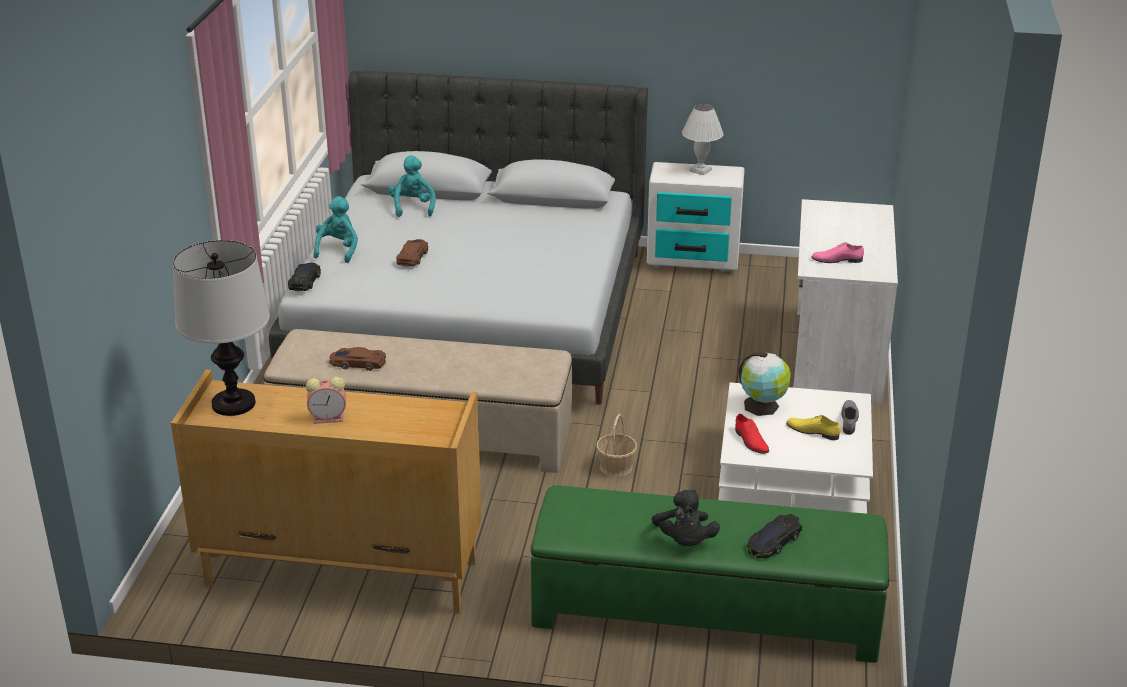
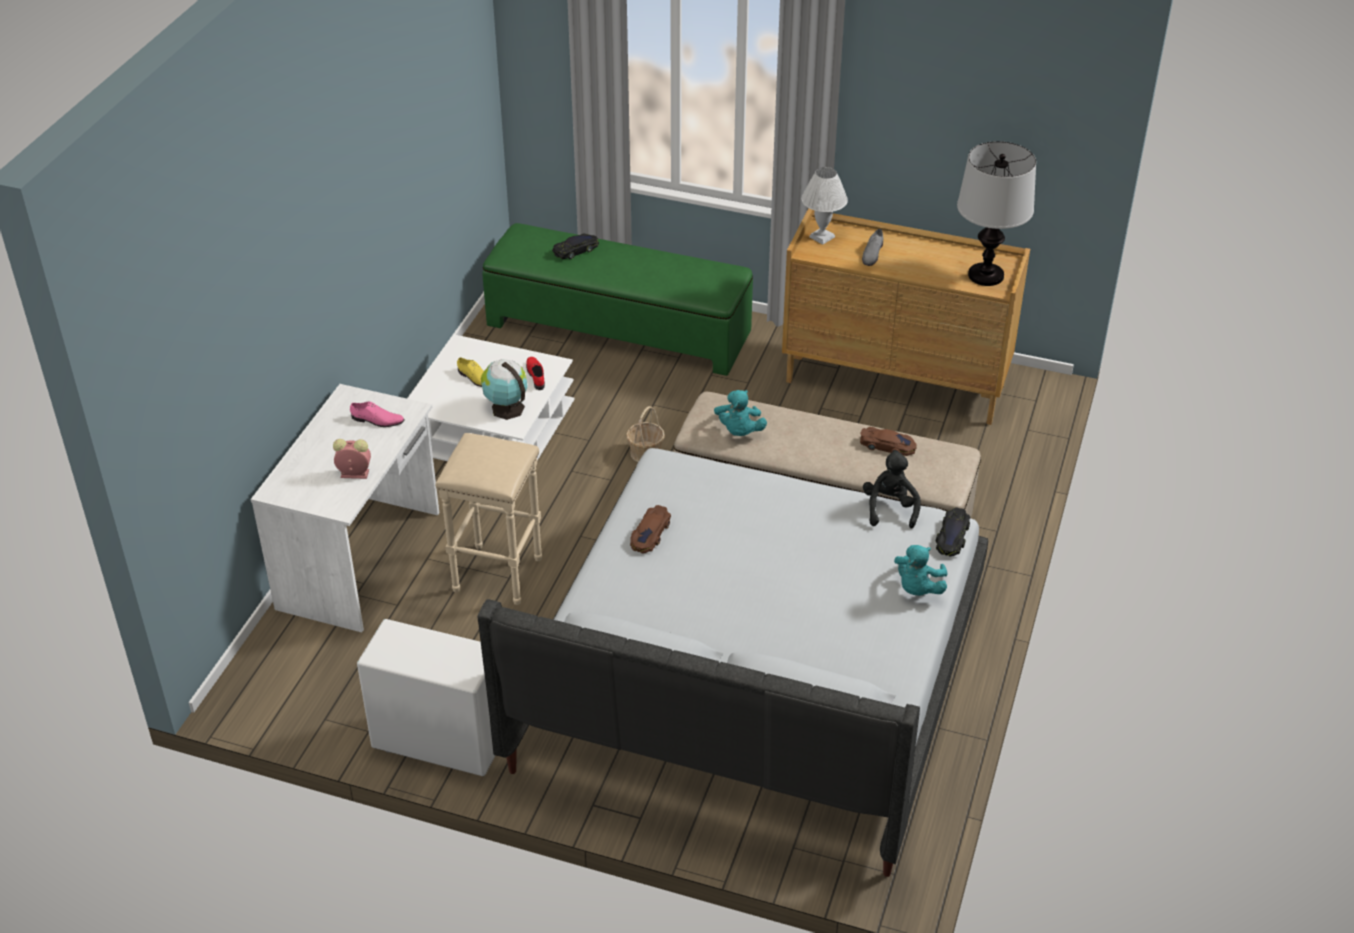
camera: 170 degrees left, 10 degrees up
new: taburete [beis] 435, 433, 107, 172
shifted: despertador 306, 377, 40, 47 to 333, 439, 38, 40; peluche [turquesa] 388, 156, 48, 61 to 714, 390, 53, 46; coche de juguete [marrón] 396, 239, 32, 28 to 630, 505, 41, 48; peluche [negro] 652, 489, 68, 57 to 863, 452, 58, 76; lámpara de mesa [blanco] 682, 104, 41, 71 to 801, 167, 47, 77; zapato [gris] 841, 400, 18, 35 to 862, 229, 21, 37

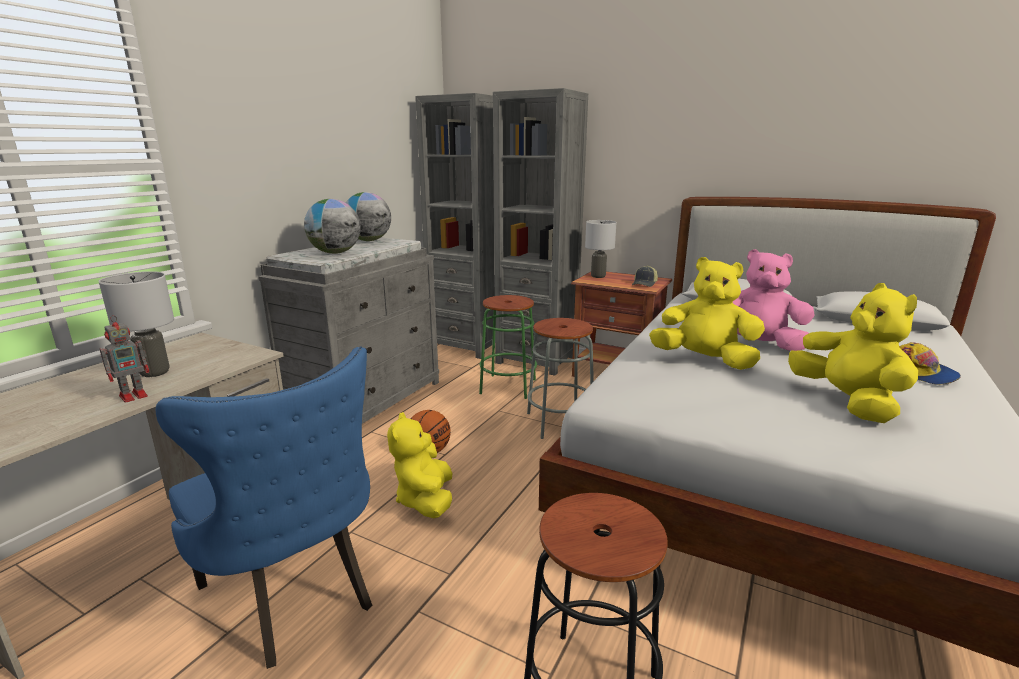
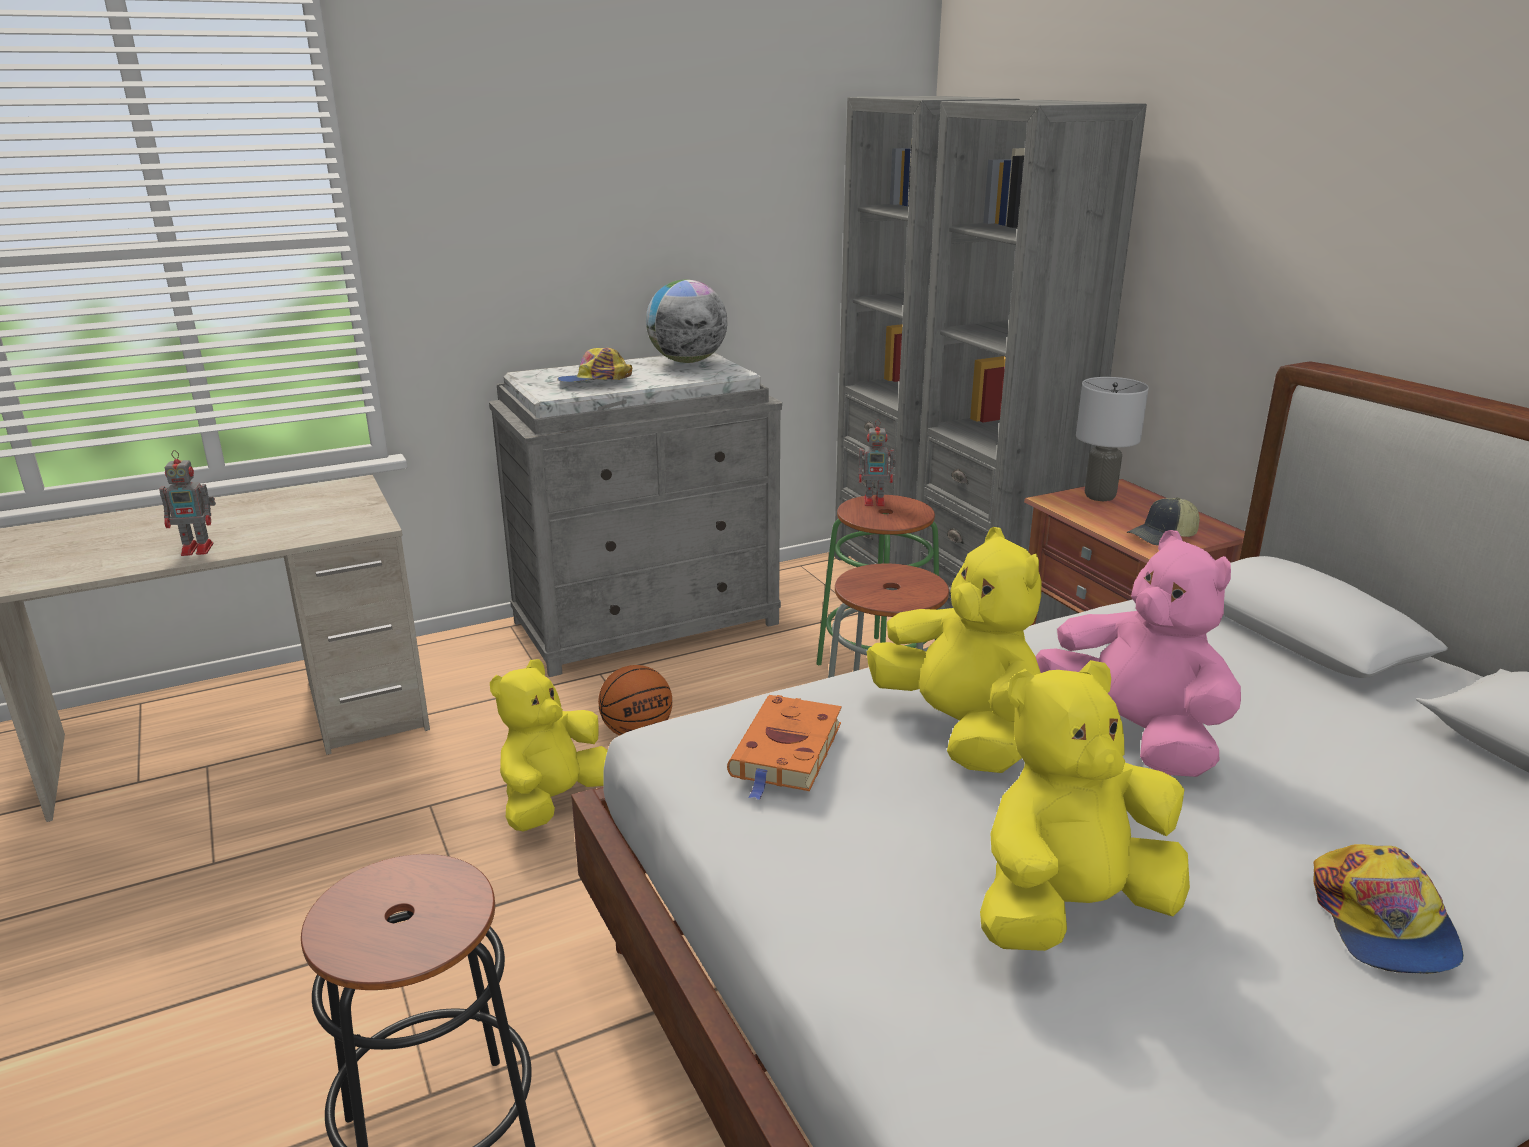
camera: 35 degrees right, 5 degrees up
gone: lámpara de mesa [blanco] 99, 271, 75, 106; silla [azul] 156, 346, 216, 323
new: libro [naranja] 727, 695, 115, 105; robot de juguete 859, 420, 37, 86
swapped: globo terráqueo 304, 199, 57, 55 to gorra 557, 348, 75, 34
rotated: peluche [amarillo] 788, 283, 130, 140 = 980, 660, 210, 291 135 degrees counterclockwise

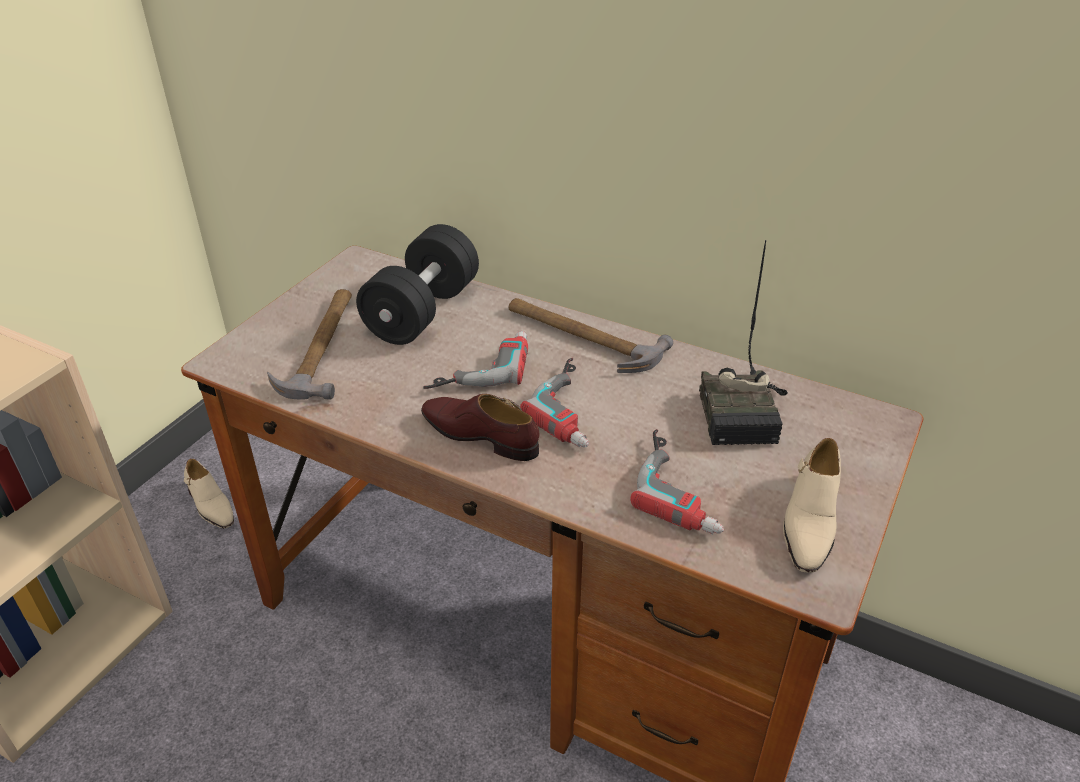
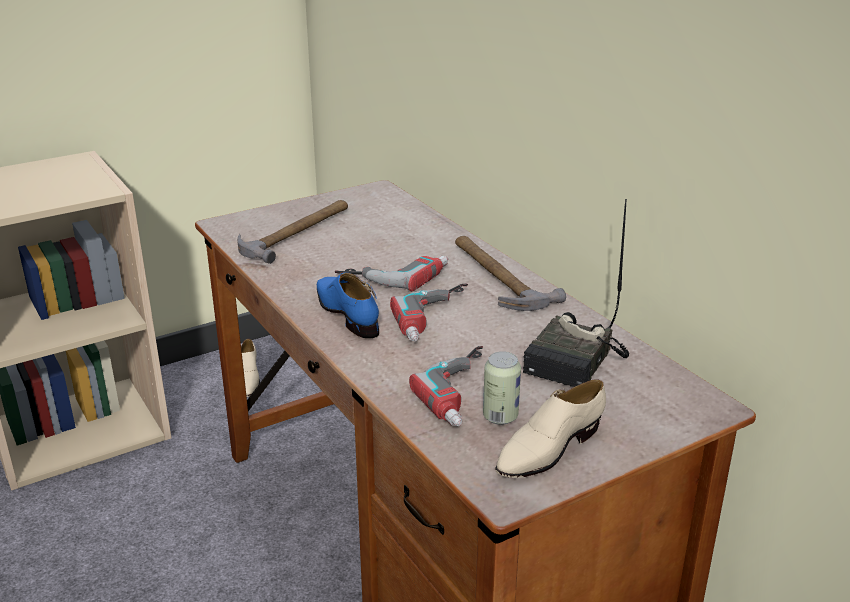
camera: 30 degrees right, 10 degrees down
gone: mancuerna [negro] 356, 224, 123, 121
new: lata 483, 351, 38, 74
repainted: zapato [marrón] 421, 394, 119, 67 to zapato [azul] 317, 272, 62, 66

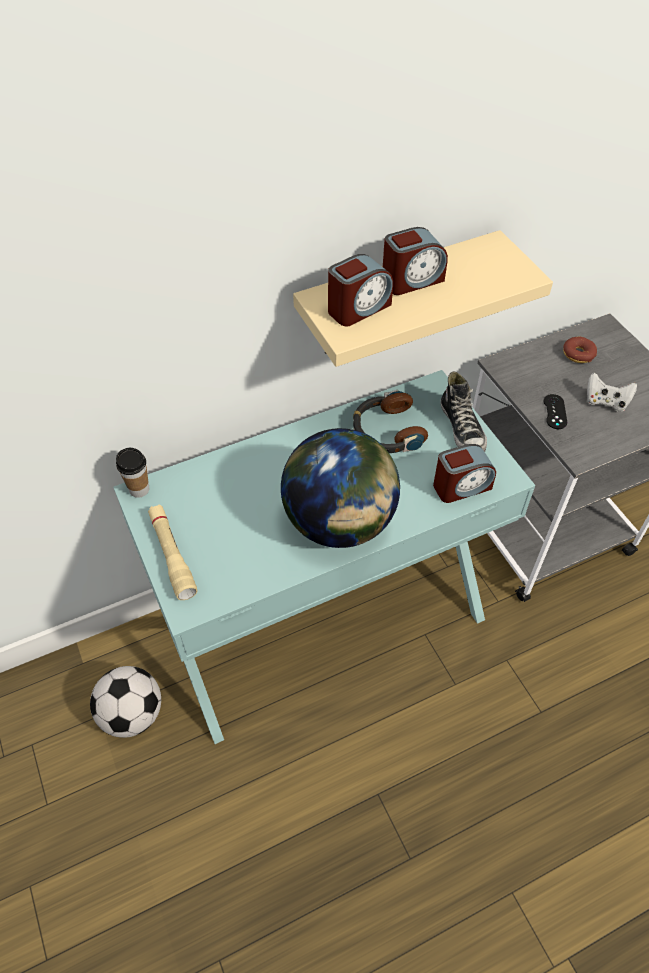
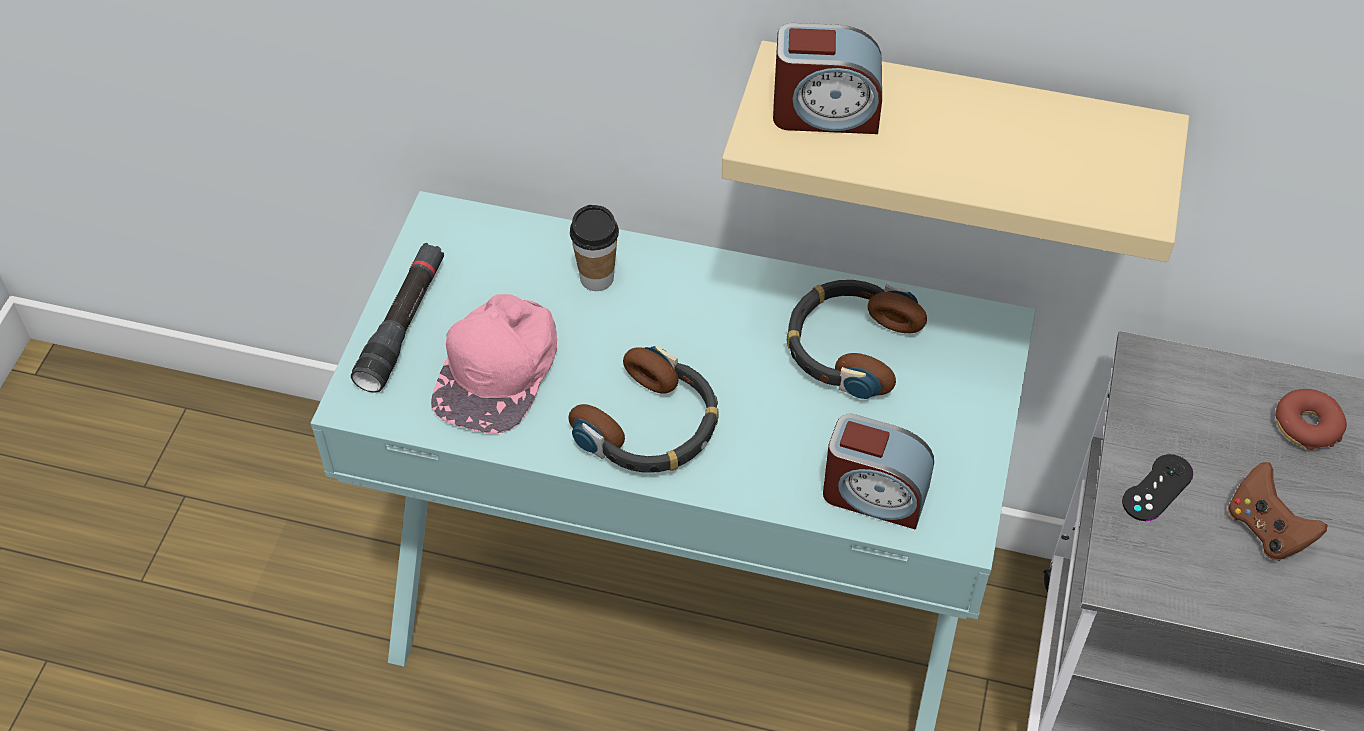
camera: 40 degrees right, 0 degrees up
gone: balón de fútbol 90, 666, 71, 72; despertador 383, 227, 65, 68; zapato 440, 372, 47, 80
new: gorra [rosa] 431, 294, 126, 139
shifted: taza 116, 448, 34, 50 to 570, 205, 49, 86
swapped: globo terráqueo 281, 428, 119, 120 to auriculares 568, 346, 151, 126
repainted: linterna [beis] 148, 505, 49, 95 to linterna [negro] 351, 243, 93, 150; mando de consola [blanco] 587, 373, 50, 39 to mando de consola [marrón] 1228, 462, 100, 99

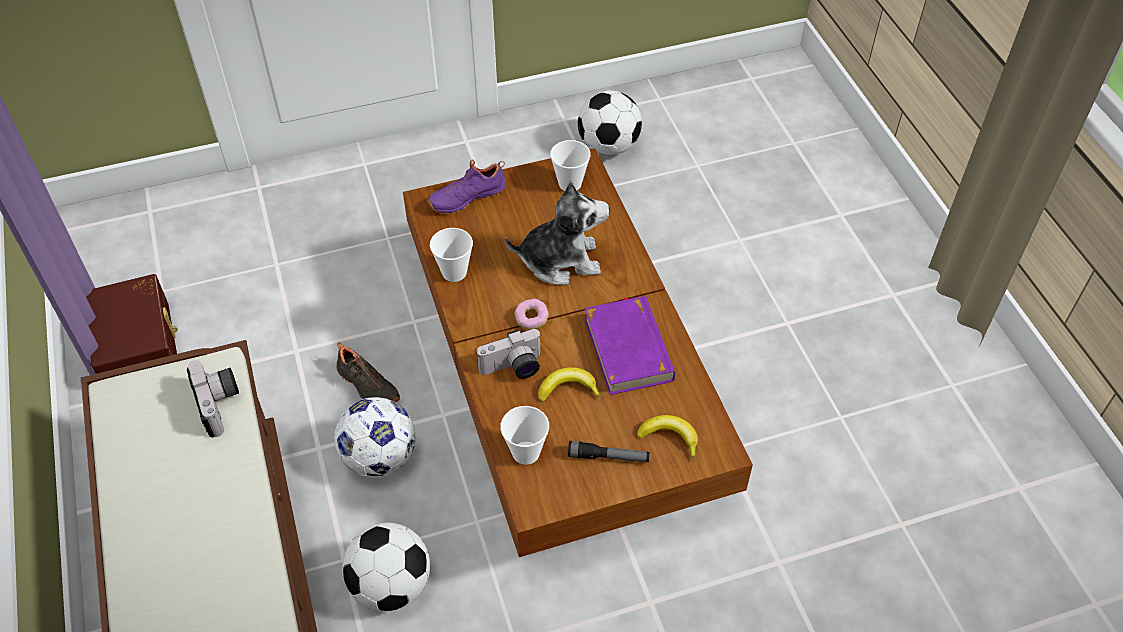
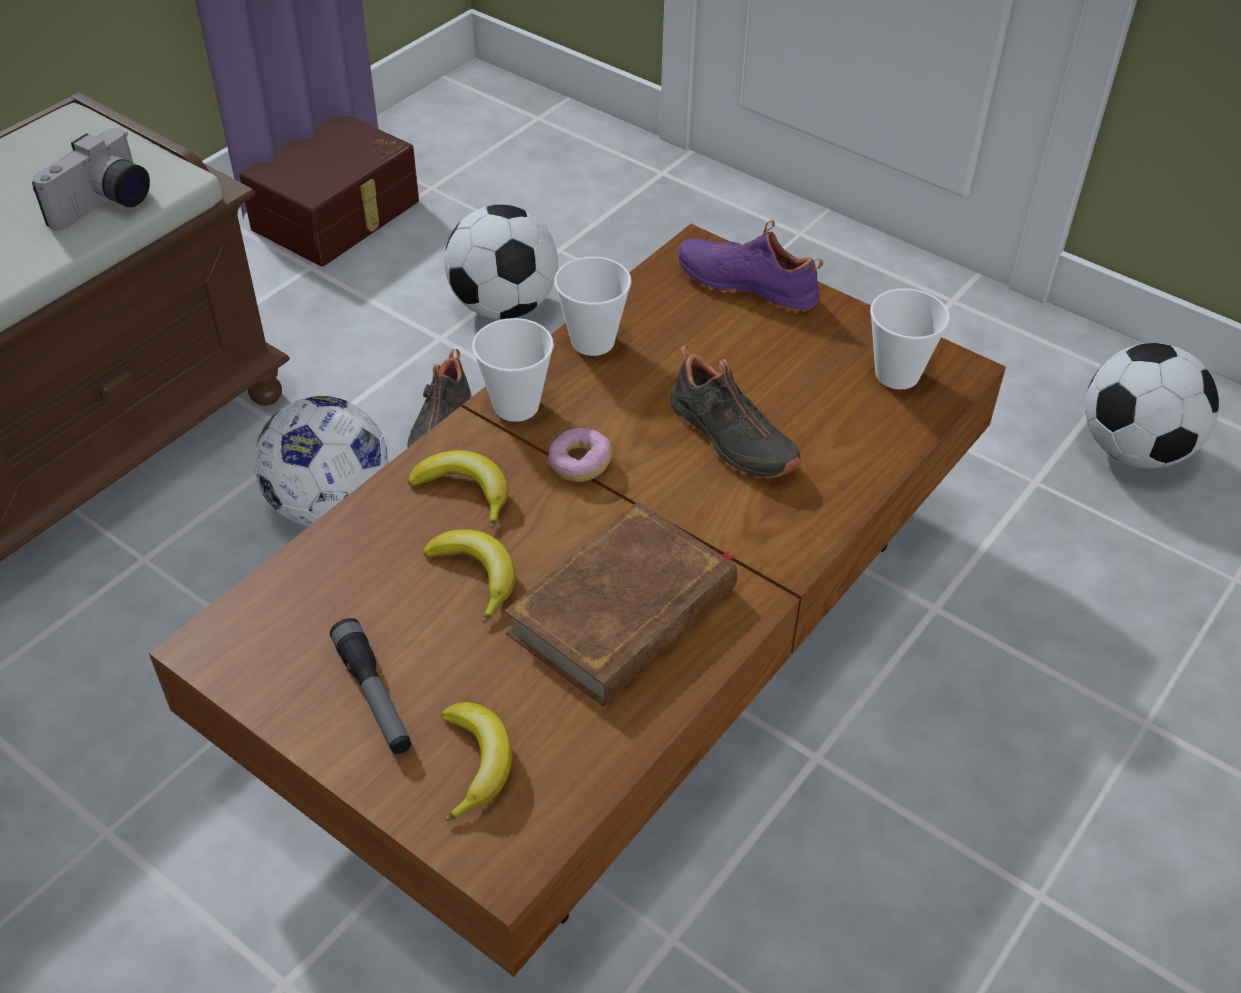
camera: 55 degrees right, 5 degrees down
shifted: balón de fútbol 342, 523, 88, 88 to 444, 205, 114, 114; taza 500, 406, 49, 59 to 472, 318, 82, 104
swapped: cámara 477, 329, 65, 50 to plátano 408, 450, 100, 78; peluche 505, 180, 105, 105 to zapato [negro] 670, 345, 131, 133
repainted: libro [morado] 584, 296, 91, 99 to libro [marrón] 504, 502, 233, 204

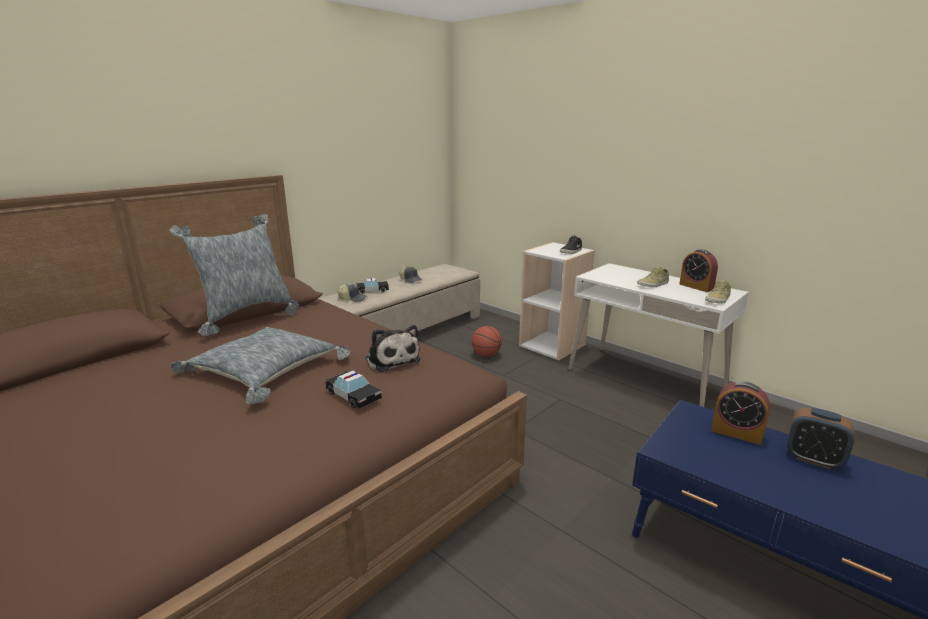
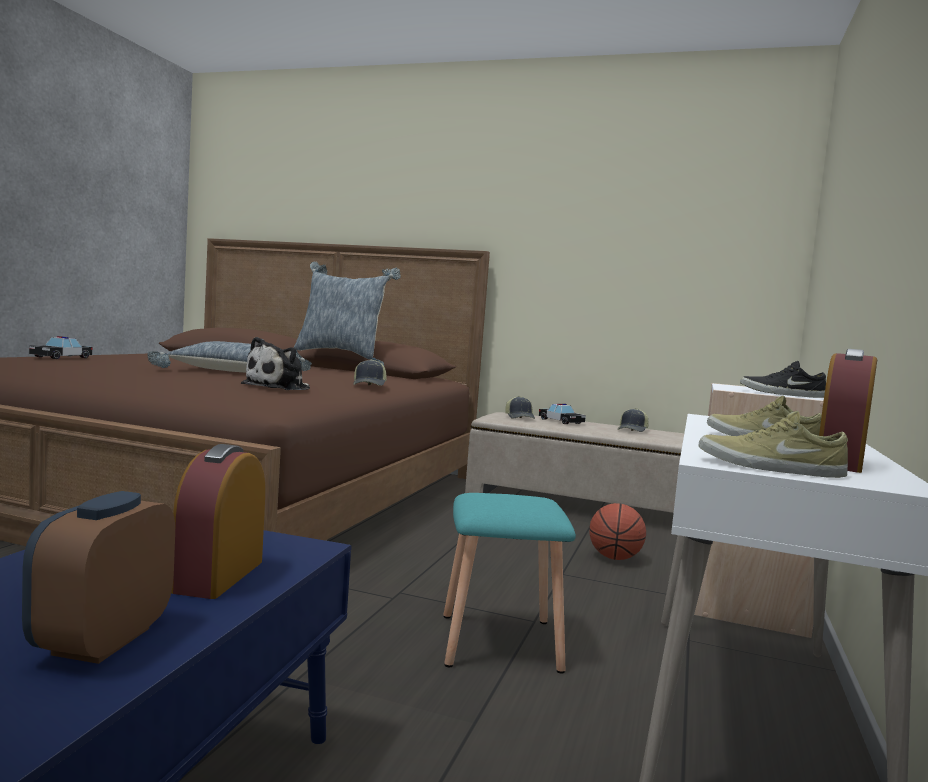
camera: 65 degrees right, 15 degrees down
new: gorra 353, 359, 34, 27; taburete [turquesa] 443, 493, 133, 181
shifted: coche de juguete 325, 371, 57, 37 to 29, 336, 64, 23

